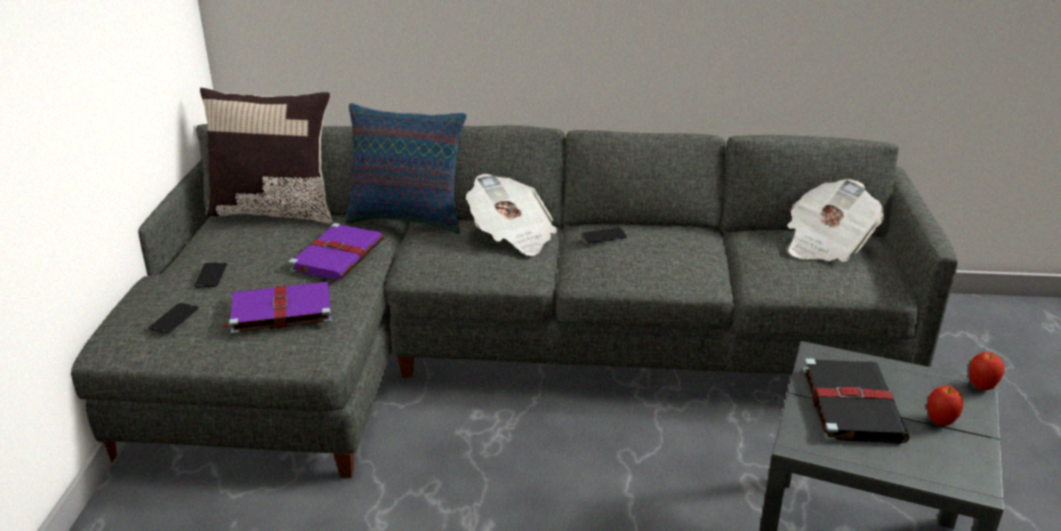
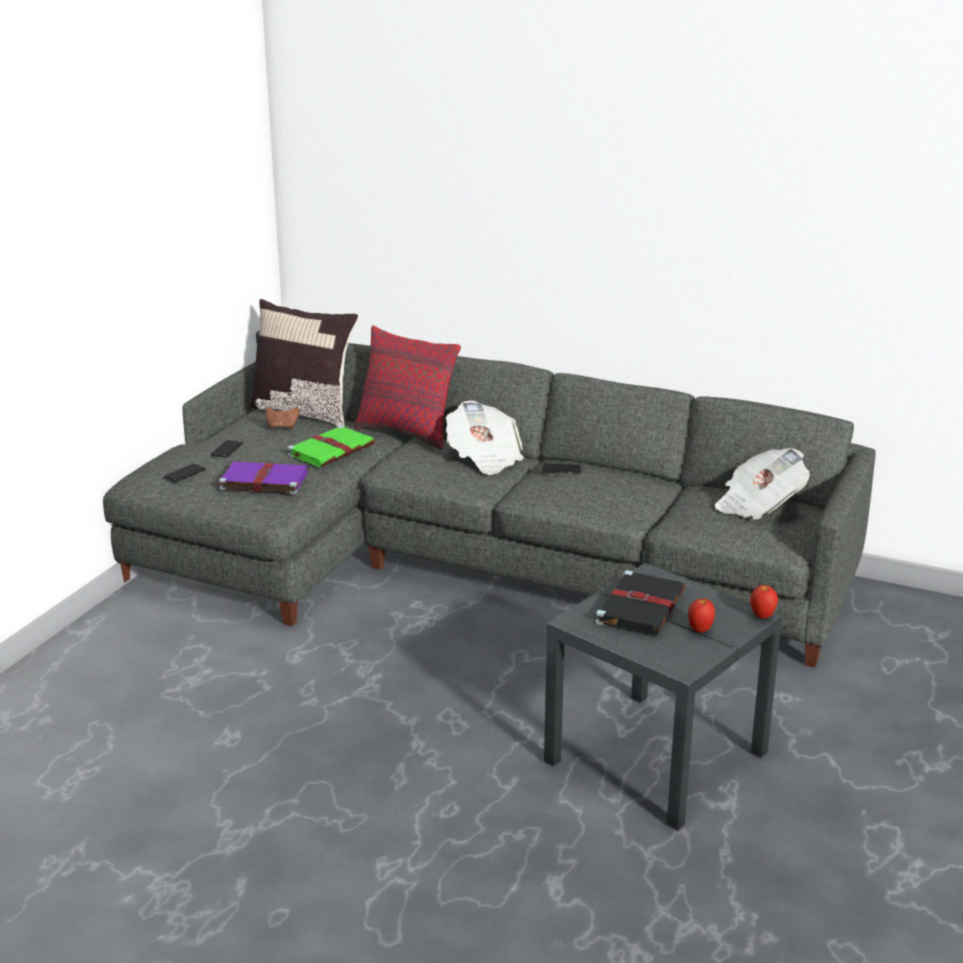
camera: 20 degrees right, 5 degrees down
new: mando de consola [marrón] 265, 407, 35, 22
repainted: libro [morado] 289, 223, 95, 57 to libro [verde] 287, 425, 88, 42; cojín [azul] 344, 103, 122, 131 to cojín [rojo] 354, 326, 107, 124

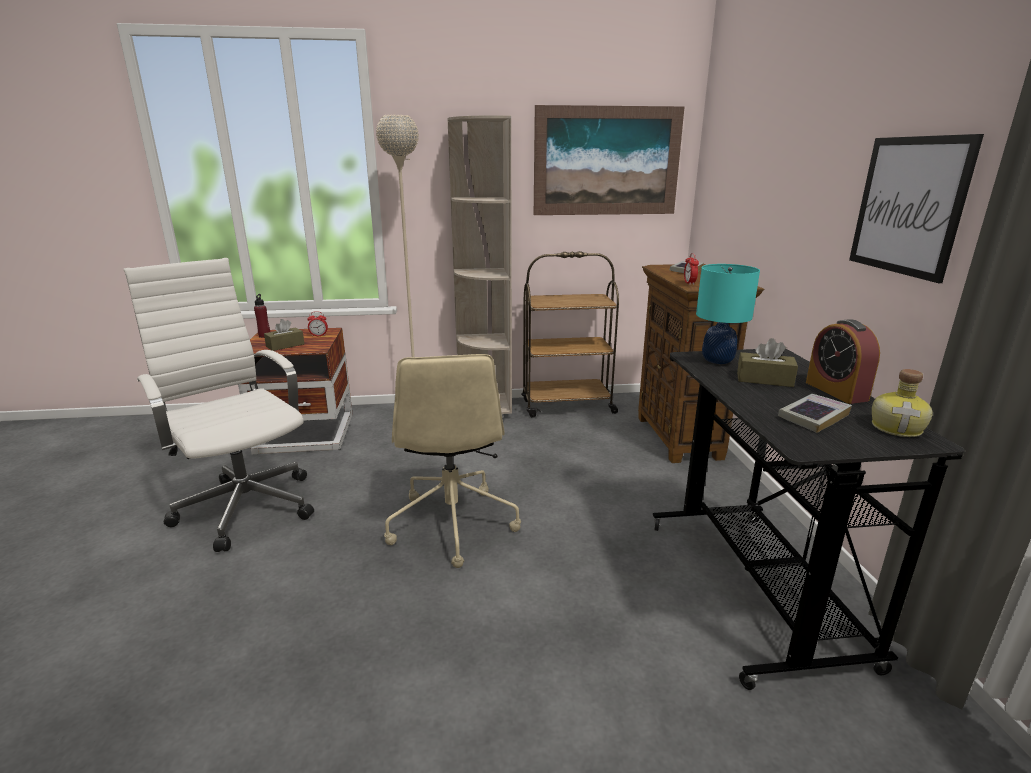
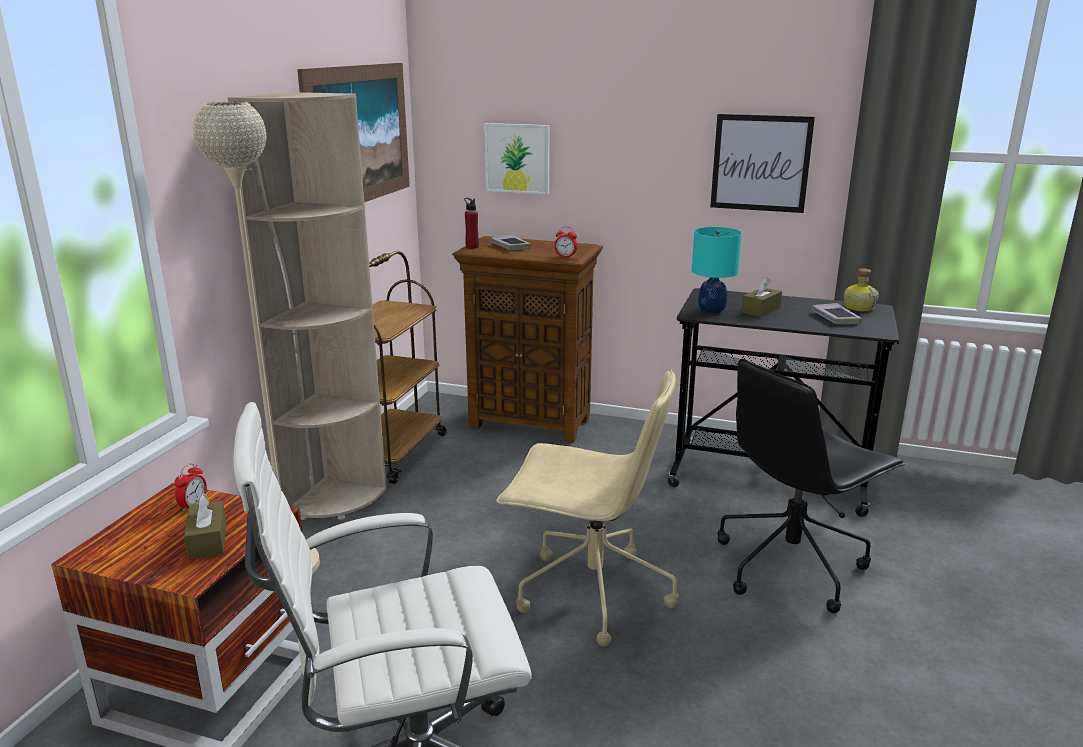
camera: 65 degrees left, 0 degrees up
gone: despertador 806, 319, 74, 85
new: cuadro 484, 123, 66, 72; silla de oficina [negro] 718, 359, 188, 254
shifted: botella [rojo] 254, 294, 16, 44 to 464, 198, 15, 51

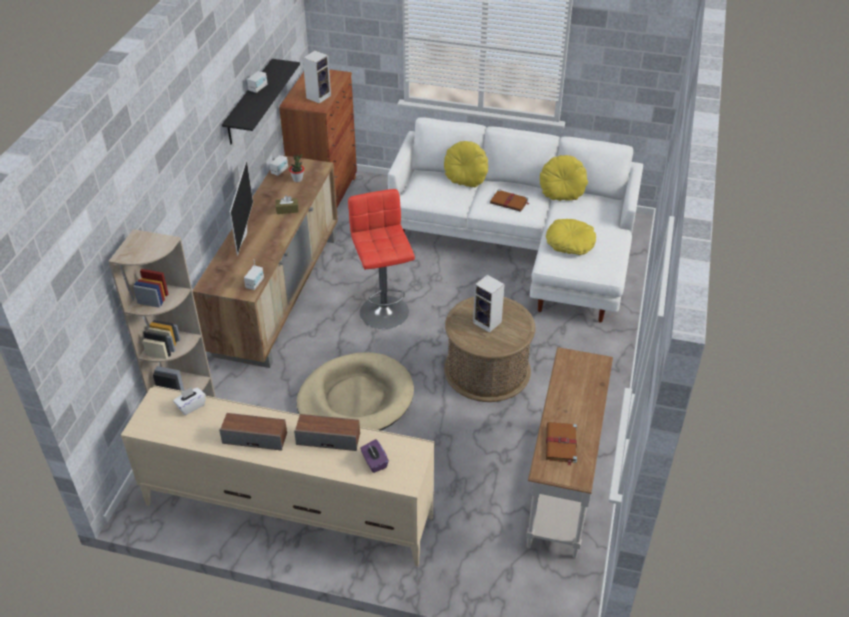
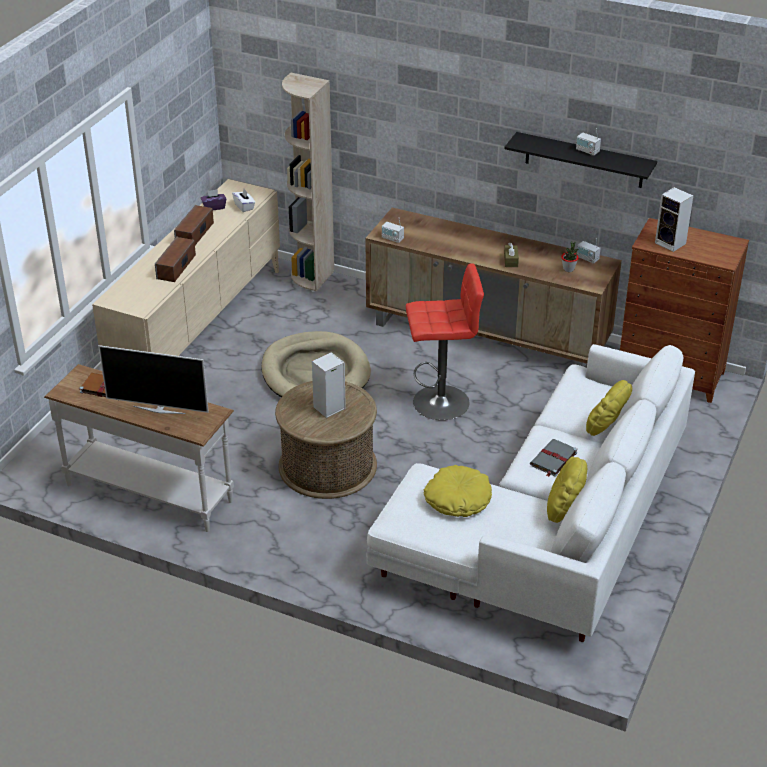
camera: 100 degrees right, 5 degrees down
shifted: televisor 230, 159, 23, 97 to 98, 345, 111, 69; caja de pañuelos [morado] 360, 439, 29, 34 to 201, 189, 25, 21
repainted: libro [marrón] 490, 189, 40, 23 to libro [gris] 530, 439, 48, 38

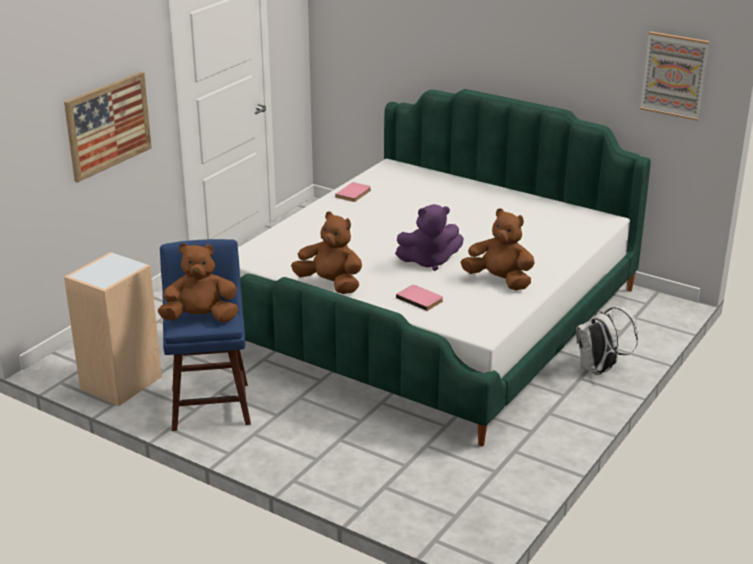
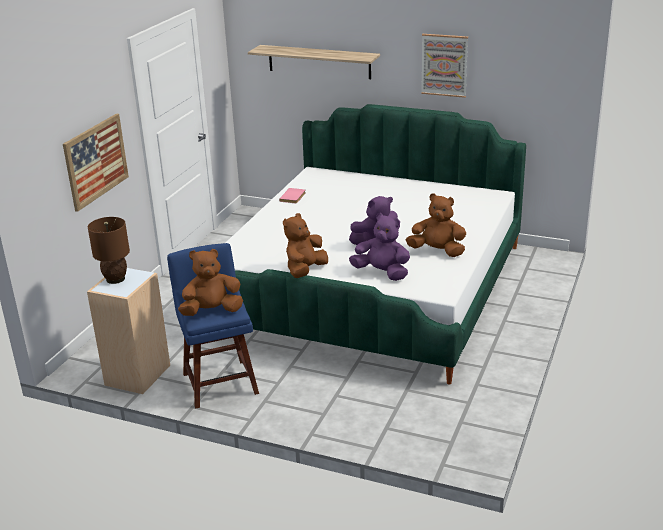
camera: 10 degrees left, 0 degrees up
gone: mochila [blanco] 576, 306, 62, 69
new: lámpara de mesa [marrón] 88, 217, 42, 67; estante 248, 45, 132, 34
shifted: cuadro 640, 31, 70, 90 to 421, 34, 47, 64
swapped: libro [rosa] 396, 285, 47, 26 to peluche [morado] 349, 213, 61, 68
rotated: peluche [marrón] 291, 212, 71, 82 = 283, 213, 45, 65 75 degrees counterclockwise

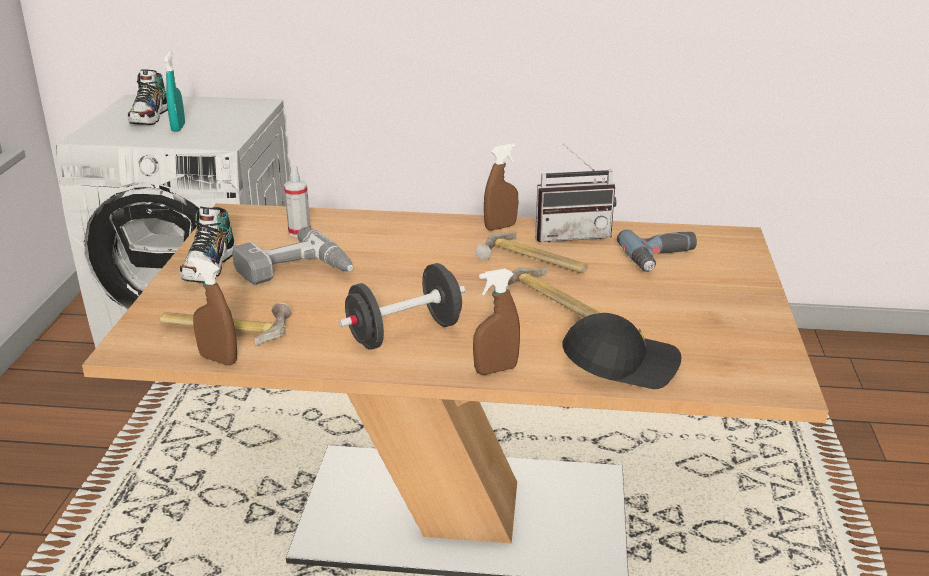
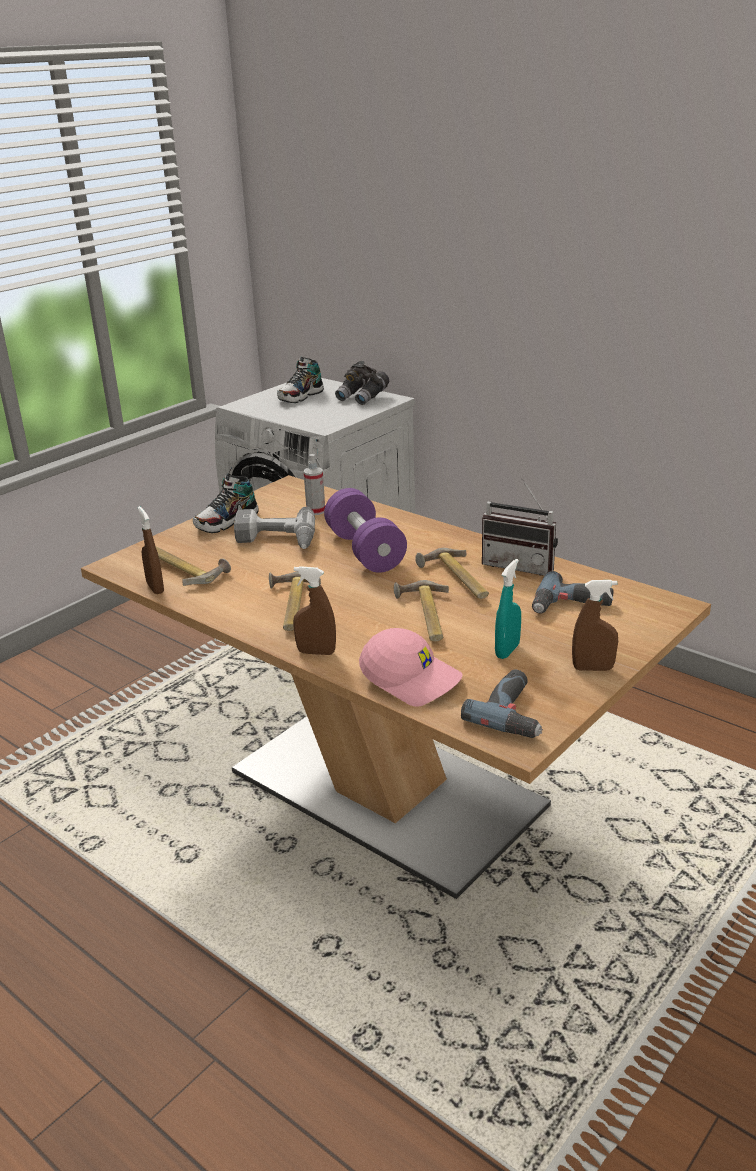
camera: 35 degrees right, 0 degrees up
new: mancuerna [morado] 324, 488, 83, 85; prismáticos [gris] 335, 361, 54, 44; taladro 461, 669, 82, 69
shifted: pulverizador [turquesa] 164, 52, 21, 80 to 495, 559, 26, 100; pulverizador [marrón] 484, 143, 34, 88 to 572, 580, 46, 91
swapped: mancuerna [negro] 339, 263, 126, 87 to martillo 269, 572, 52, 59
repainted: gorra [negro] 562, 313, 120, 76 to gorra [rosa] 359, 628, 104, 79

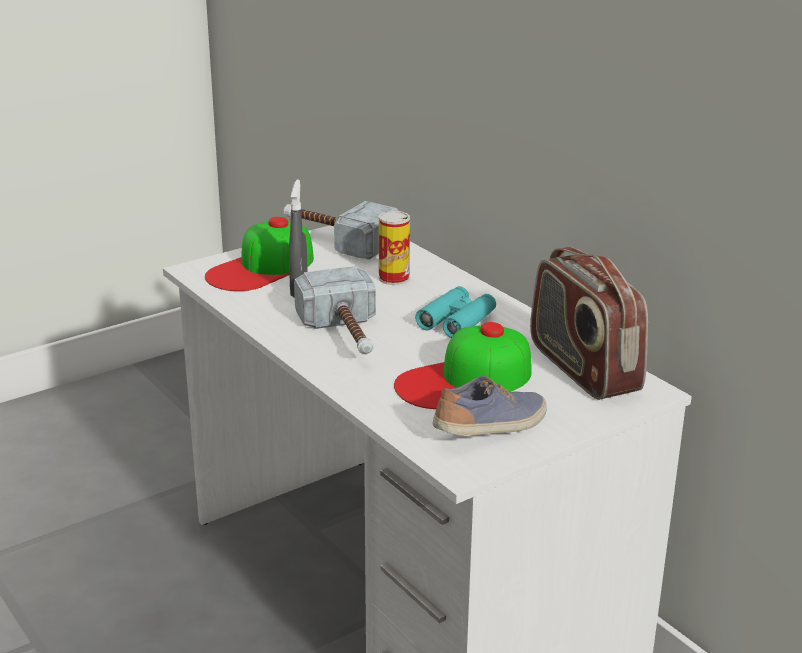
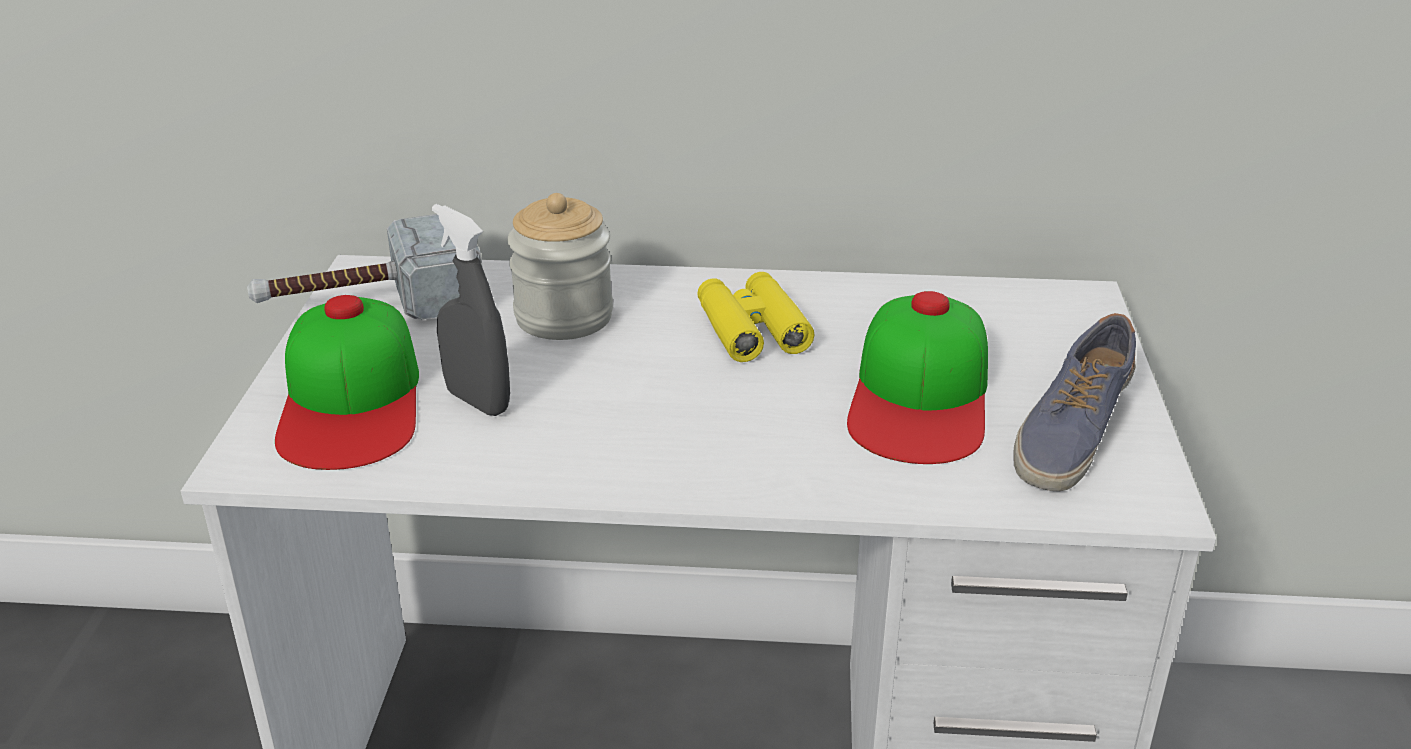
camera: 50 degrees left, 5 degrees up
gone: martillo 294, 266, 82, 88; radio 530, 247, 118, 153
swapped: lata 379, 211, 31, 74 to tarro 507, 193, 106, 147
repainted: prismáticos [turquesa] 415, 286, 81, 52 to prismáticos [amarillo] 697, 272, 117, 90
rotated: zapato 433, 376, 114, 60 = 1013, 313, 123, 179 150 degrees counterclockwise

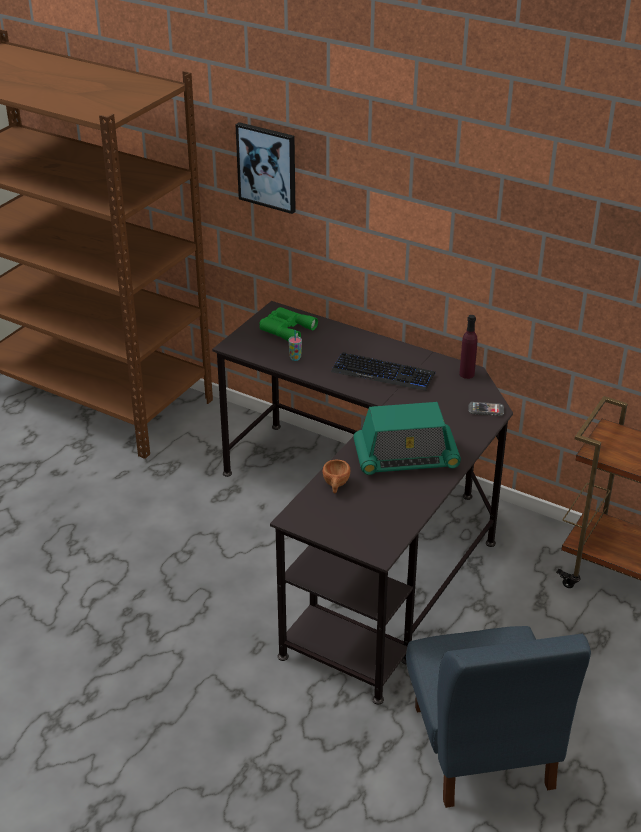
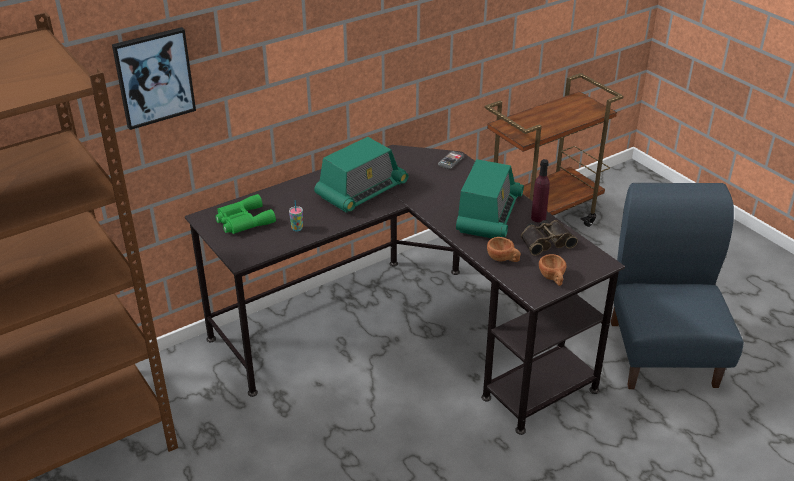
camera: 65 degrees left, 0 degrees up
new: prismáticos 521, 220, 57, 36; taza [marrón] 539, 254, 28, 32
shifted: botella [morado] 459, 315, 18, 64 to 531, 159, 19, 64
swapped: teclado 331, 352, 104, 39 to radio 314, 137, 94, 76
rotated: silla [azul] 406, 626, 185, 182 = 611, 183, 133, 206 105 degrees counterclockwise

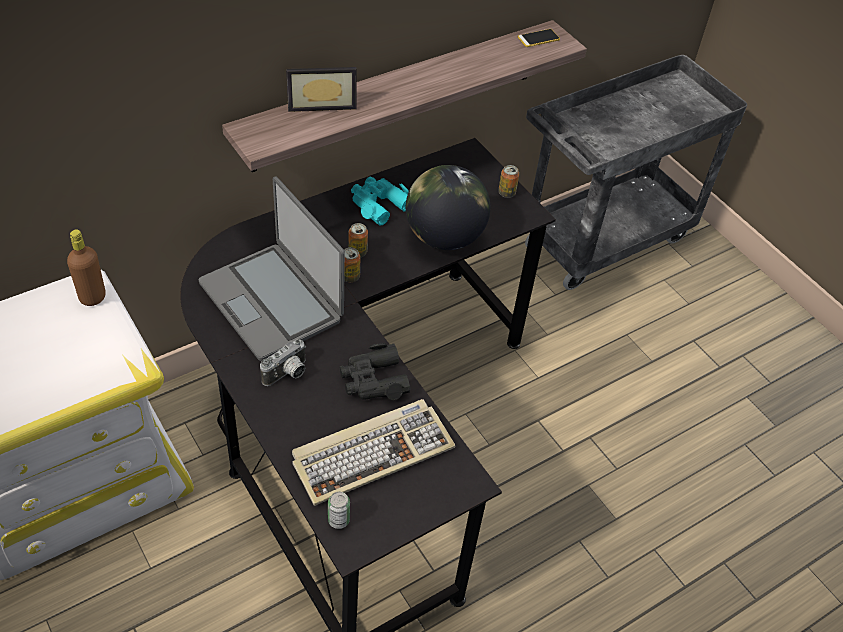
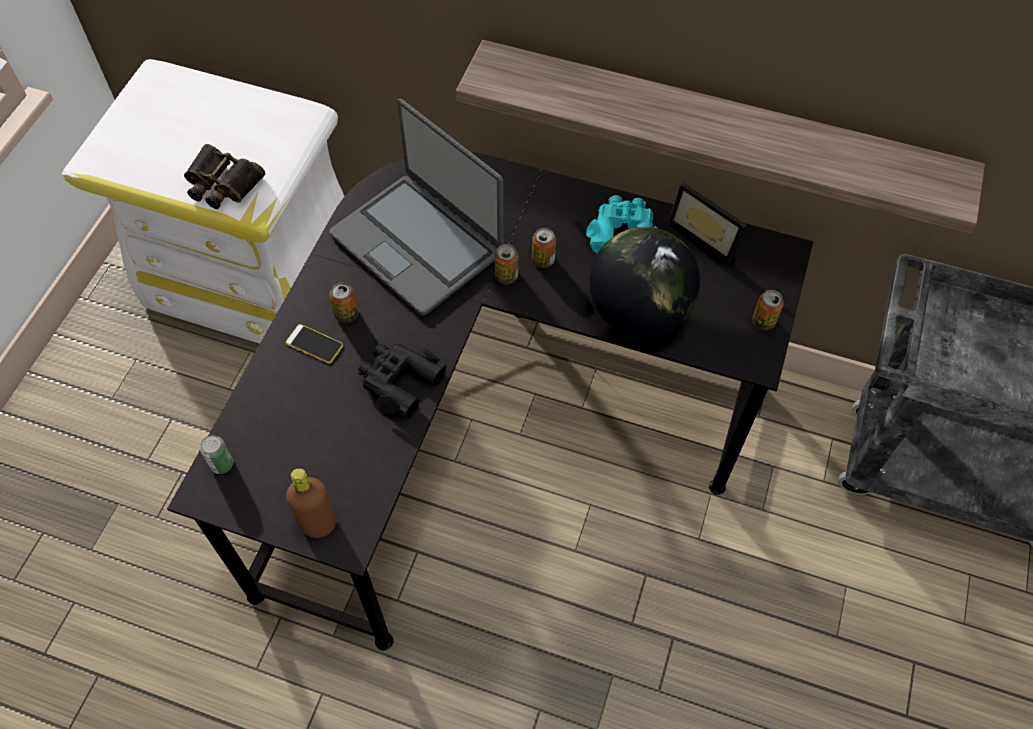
camera: 55 degrees right, 10 degrees up
gone: teclado 292, 399, 163, 107
new: prismáticos 184, 144, 81, 65
shifted: botella [marrón] 67, 229, 39, 77 to 286, 468, 50, 70; portarretratos 286, 67, 70, 45 to 668, 182, 79, 81; móvil 518, 29, 42, 18 to 286, 324, 57, 40
swapped: cámara 260, 340, 46, 46 to lata 329, 282, 29, 41
rotated: portátil 199, 177, 146, 184 = 329, 99, 174, 216 60 degrees counterclockwise

